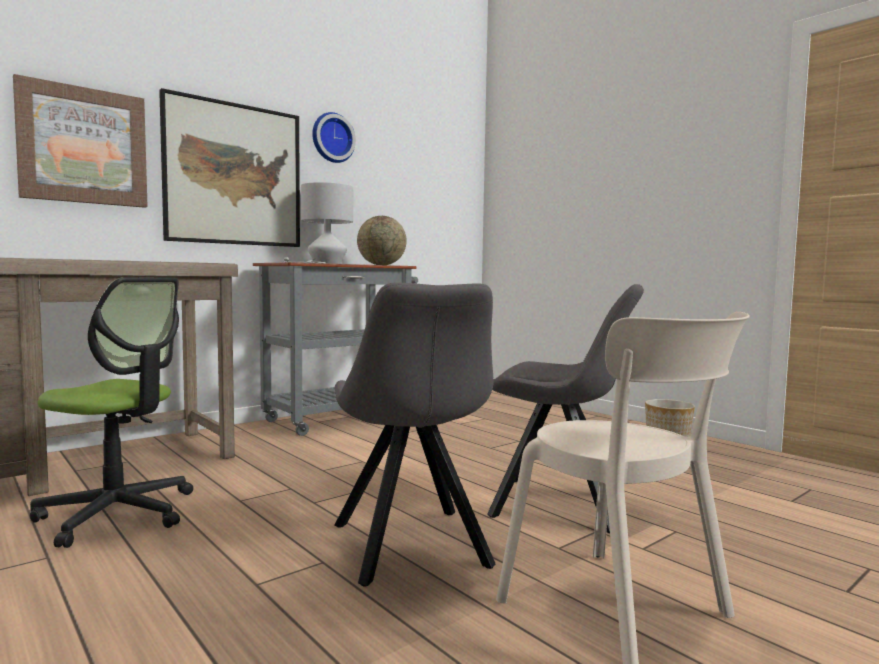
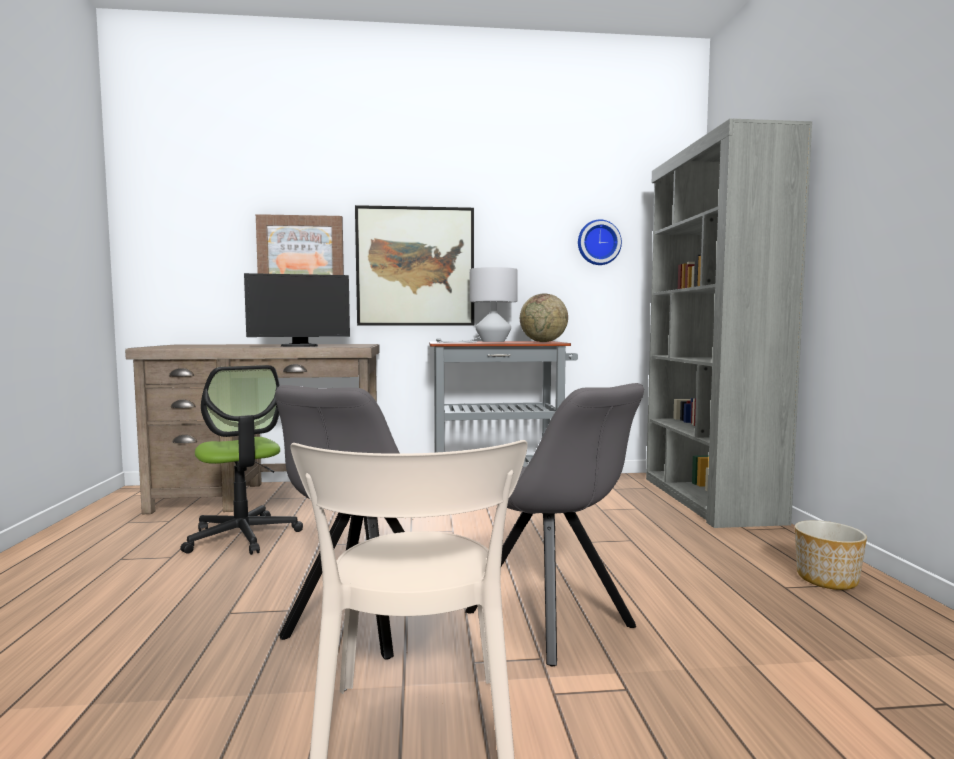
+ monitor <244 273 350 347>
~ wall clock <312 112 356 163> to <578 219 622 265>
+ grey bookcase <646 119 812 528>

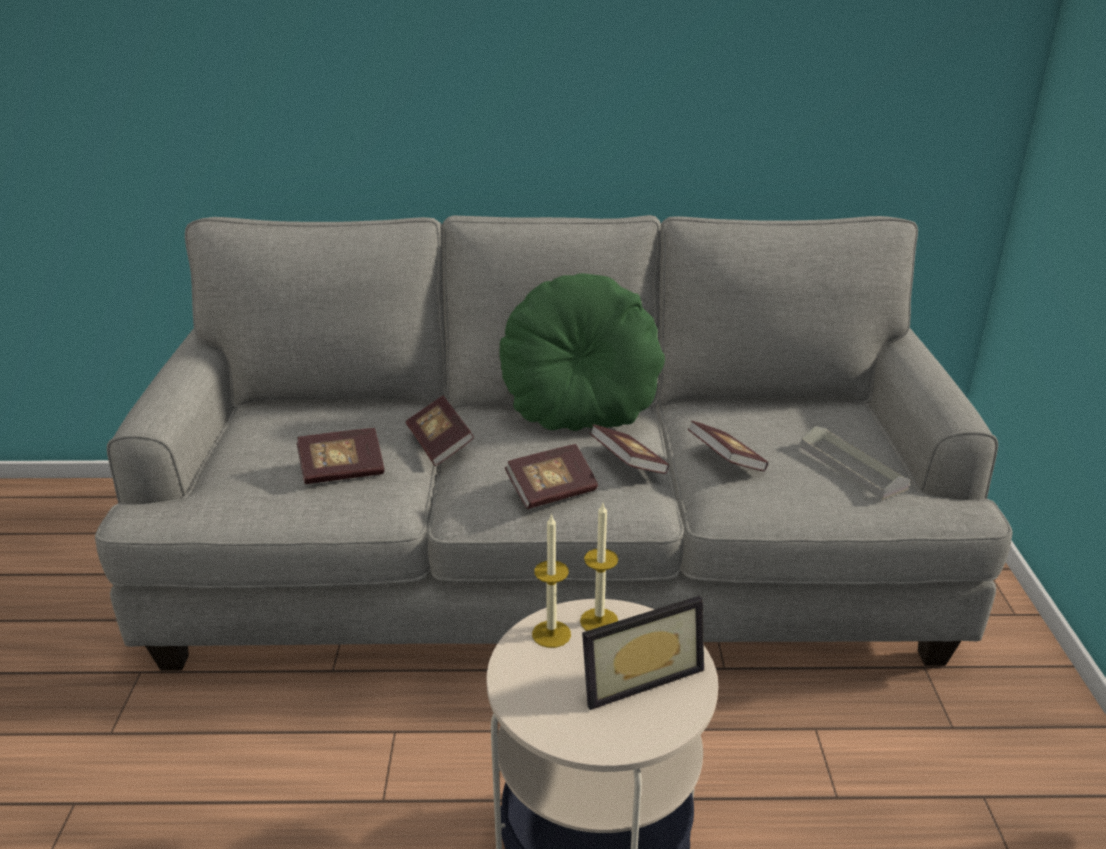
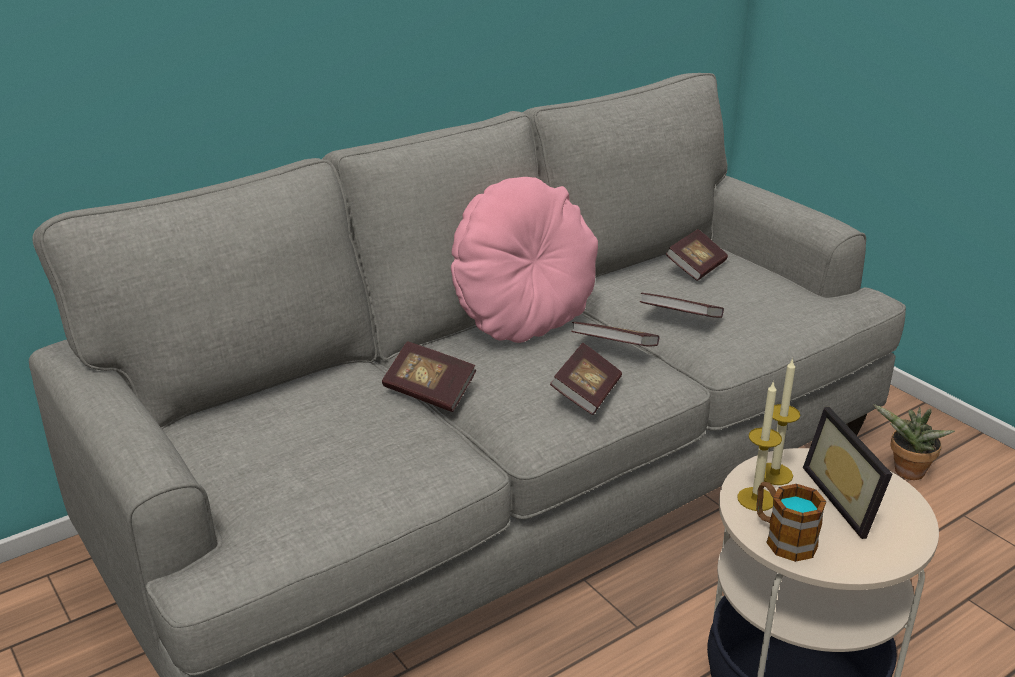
~ green pillow <499 273 665 431> to pink pillow <451 177 598 343>
~ book <297 428 384 484> to <666 229 728 281>
+ mug <756 482 827 562>
~ picture frame <582 596 704 710> = <803 407 892 539> 135 degrees clockwise
+ potted plant <873 404 955 480>
- grey tray <800 426 910 500>

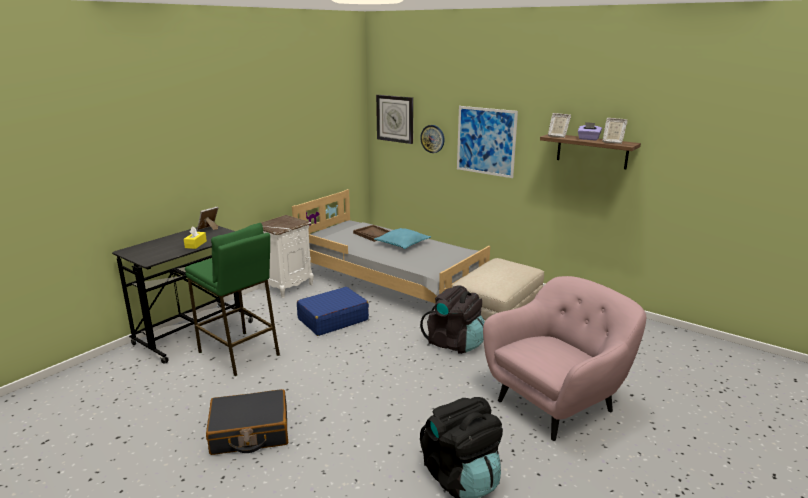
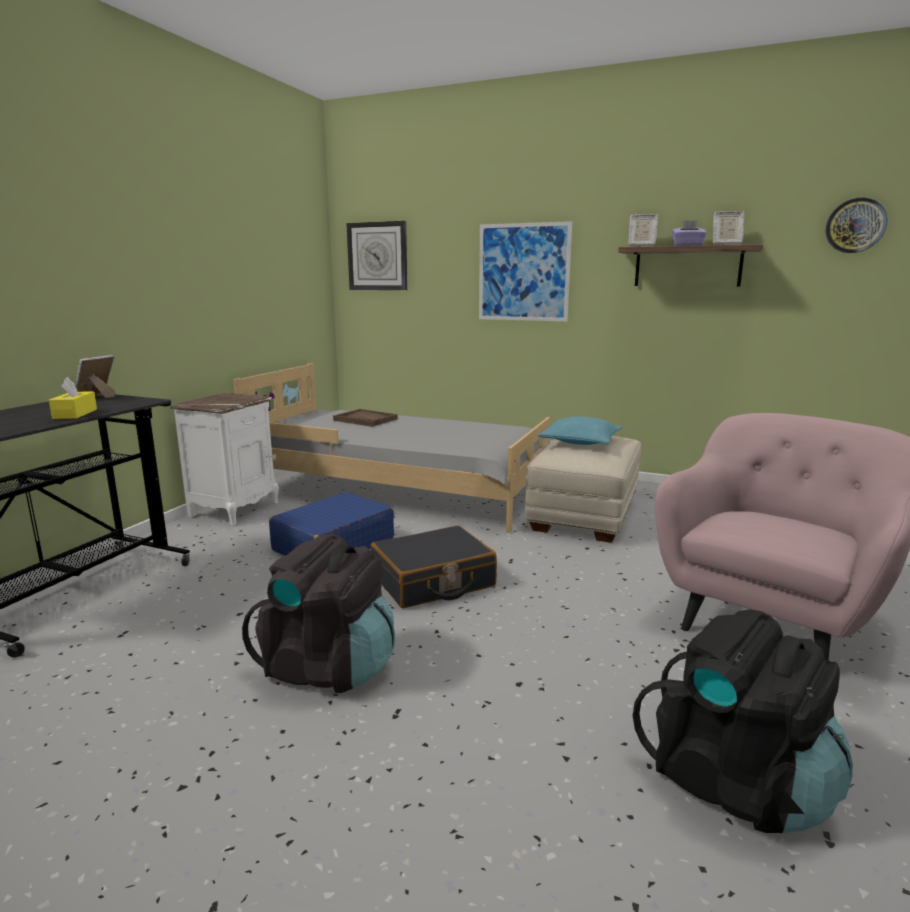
~ black backpack <420 286 485 354> to <242 534 395 693>
~ black suitcase <206 389 288 455> to <371 526 497 608>
~ turquoise pillow <374 228 431 249> to <538 416 622 445>
~ wall clock <420 125 445 153> to <826 198 887 253>
- green stool <185 223 280 376>

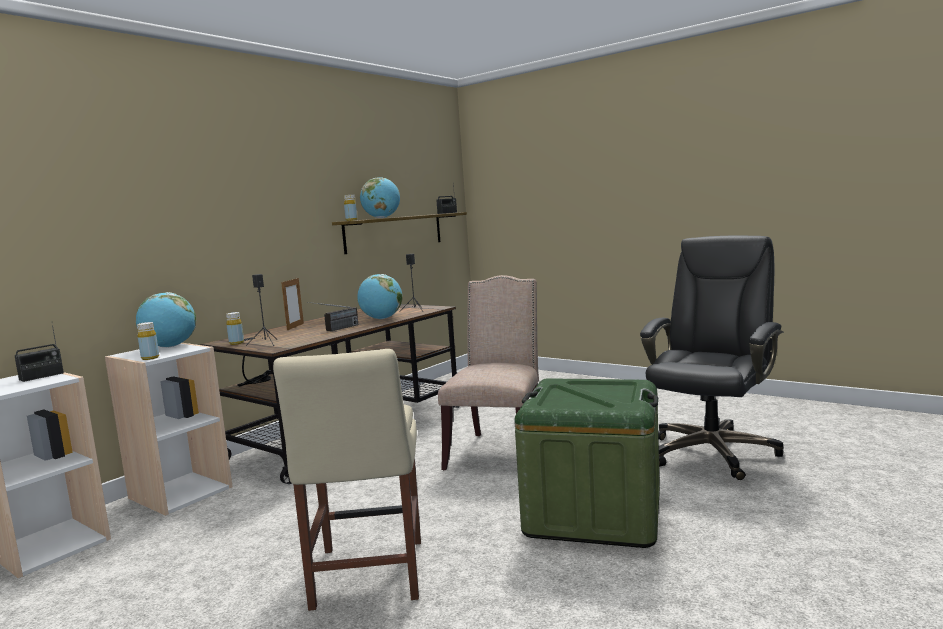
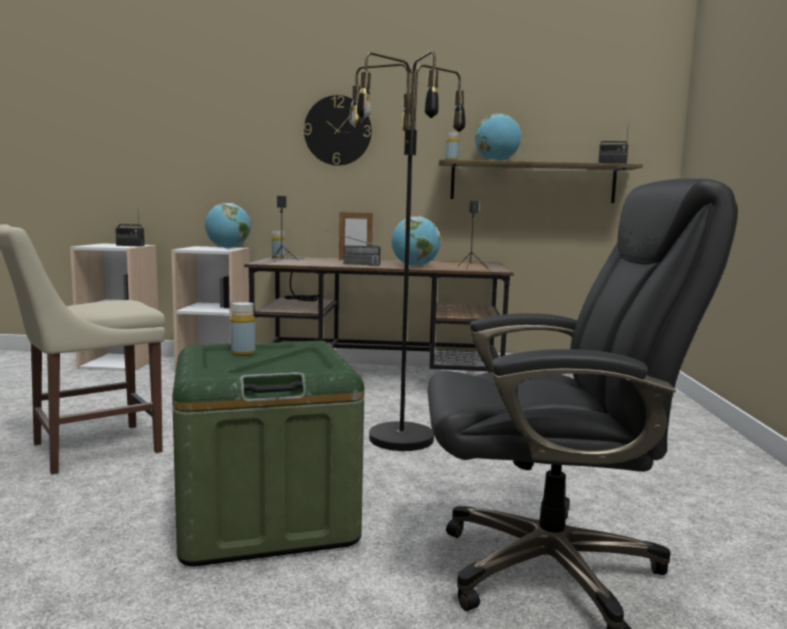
~ yellow bottle <137 322 159 360> to <231 302 255 356>
+ wall clock <304 95 372 166>
~ beige chair <438 275 539 470> to floor lamp <349 50 466 451>

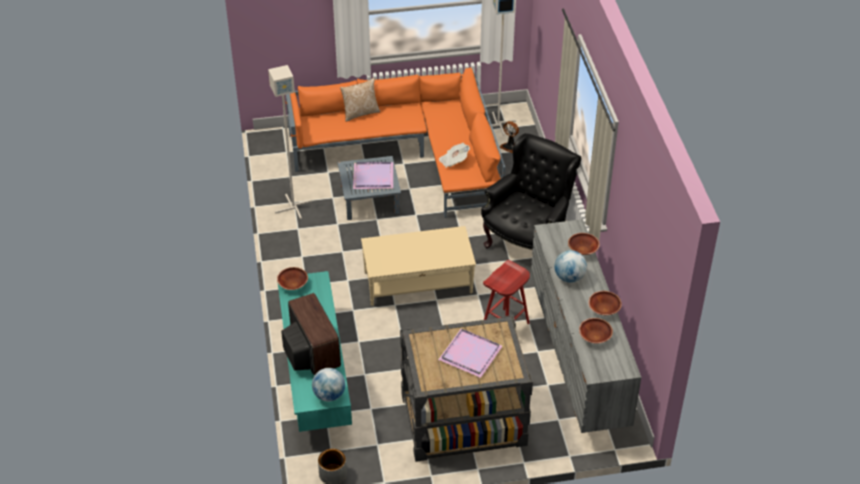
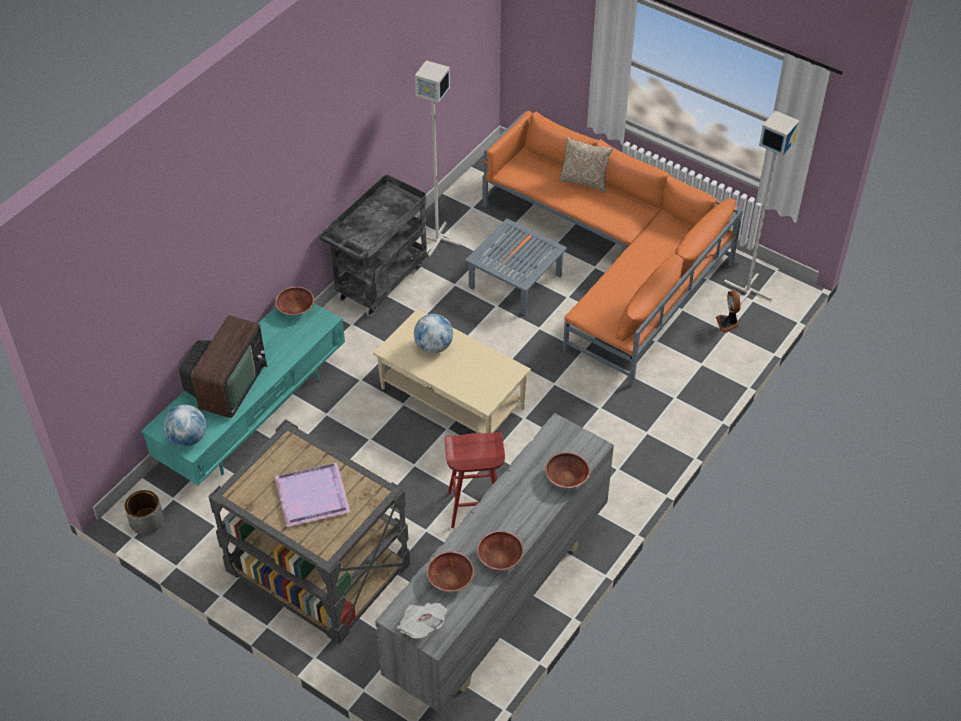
+ black cart <319 175 427 316>
~ newspaper <439 143 470 168> to <397 603 447 638>
~ globe <554 250 587 282> to <414 314 453 353>
- purple tray <353 162 393 189>
- black armchair <481 133 581 250>

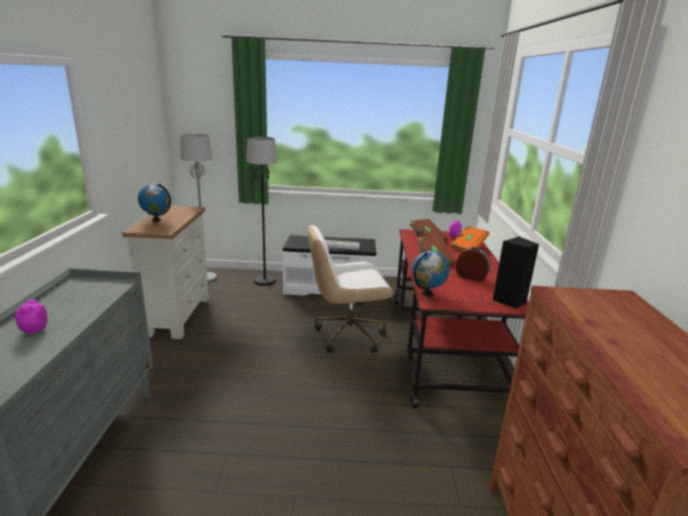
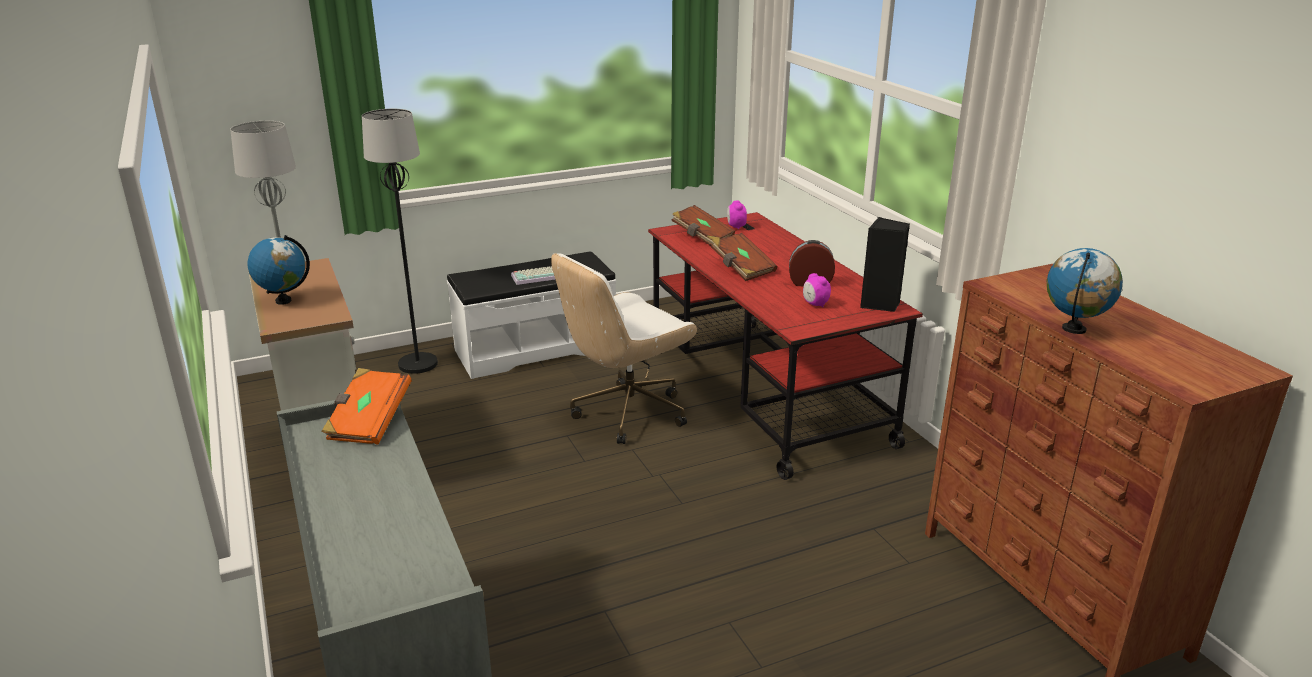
~ orange book <450 226 489 251> to <321 368 412 444>
~ alarm clock <15 300 47 336> to <803 273 831 307>
~ globe <412 251 450 297> to <1047 248 1123 334>

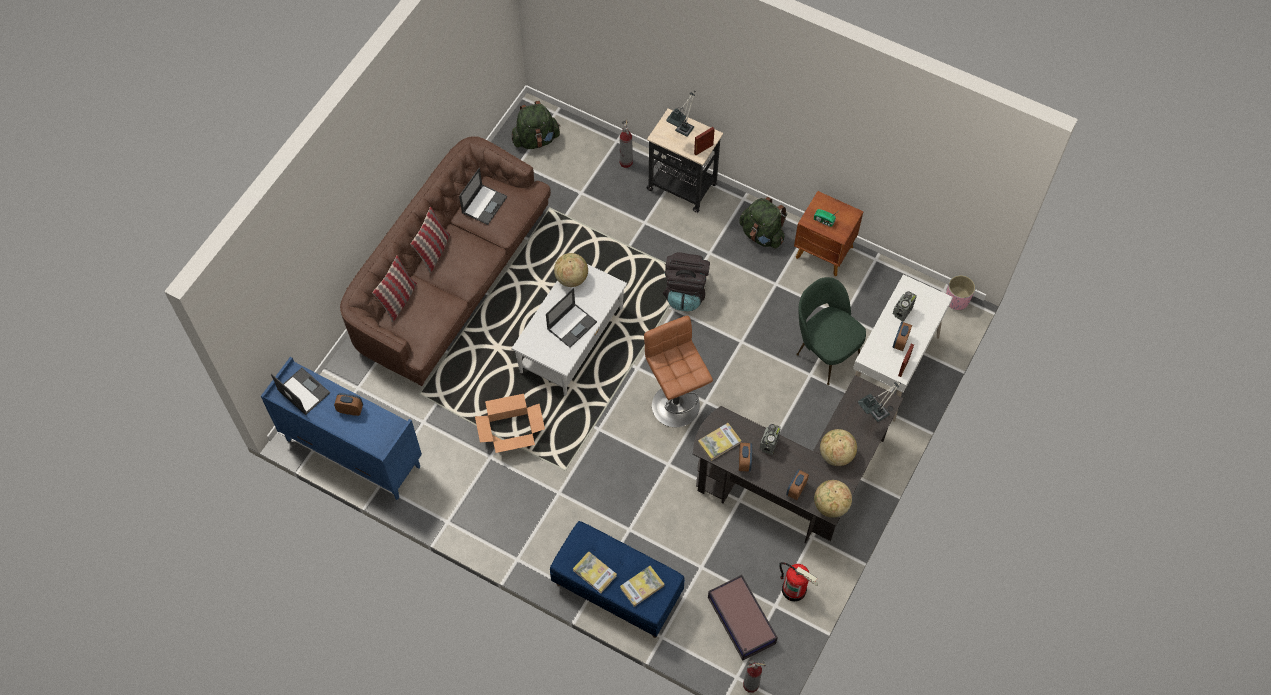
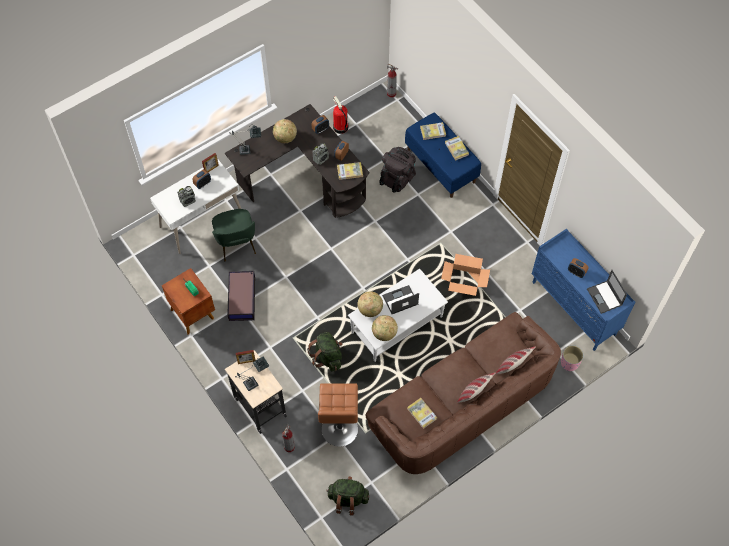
~ storage box <708 575 778 661> to <227 271 255 321>
~ green backpack <739 197 787 249> to <307 332 342 372>
~ brown stool <644 316 713 427> to <318 383 358 447>
~ globe <814 480 852 518> to <358 291 383 317>
~ black backpack <663 252 710 312> to <379 147 416 193>
~ laptop <459 168 507 225> to book <407 398 437 429>
~ pink planter <946 275 975 310> to <561 345 583 371>

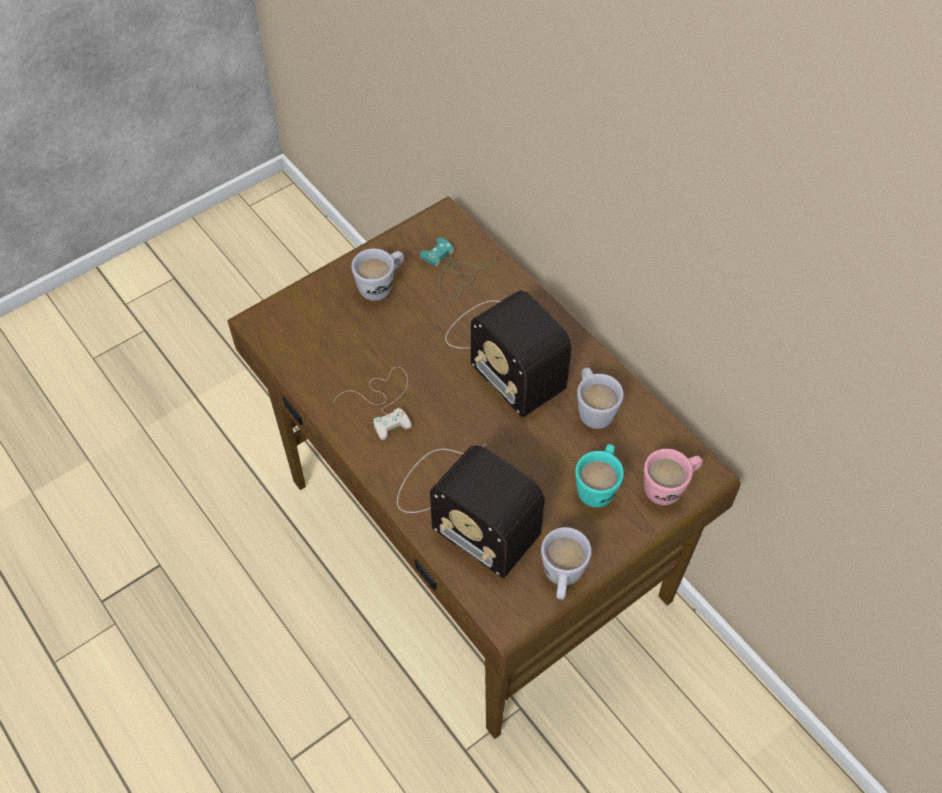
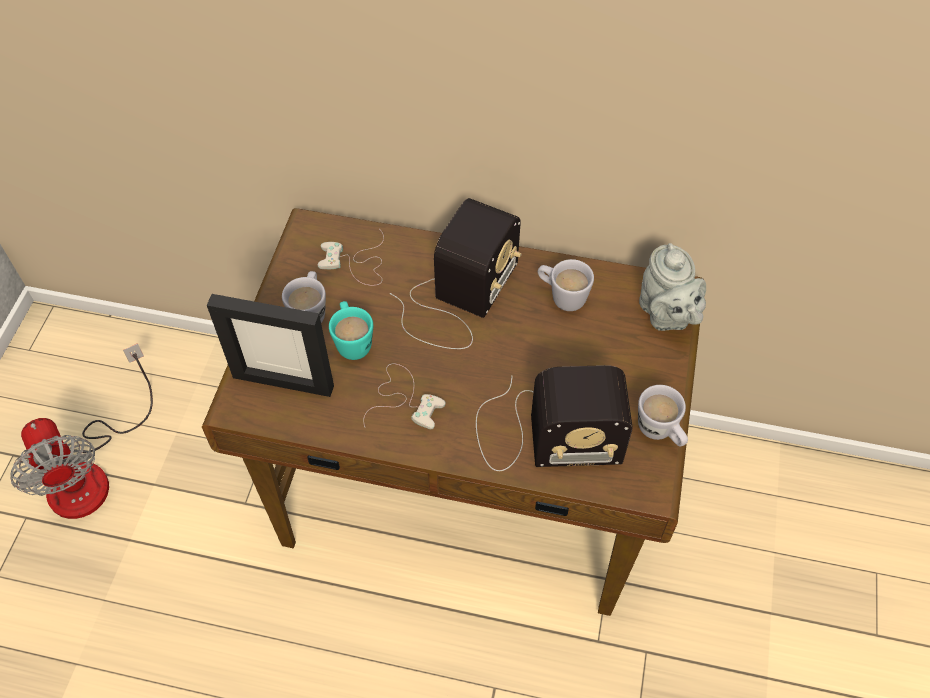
+ fan <10 343 153 519>
+ picture frame <207 294 334 397>
~ turquoise game controller <419 237 496 299> to white game controller <318 229 384 286>
~ turquoise mug <575 444 624 508> to <329 301 373 360>
~ radio <445 290 572 417> = <390 198 521 349> 75 degrees counterclockwise
~ pink mug <644 449 703 505> to grey teapot <639 243 706 331>

